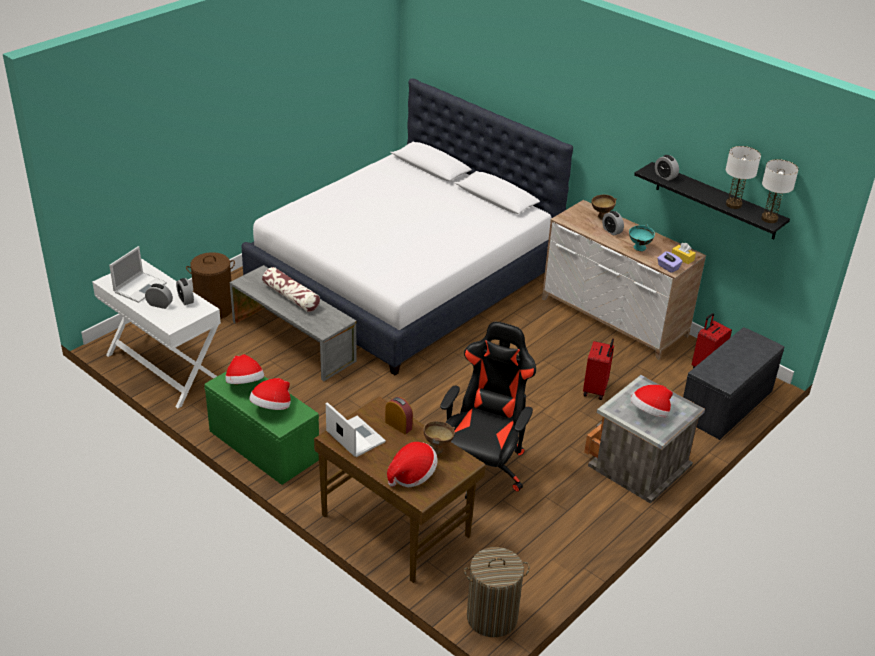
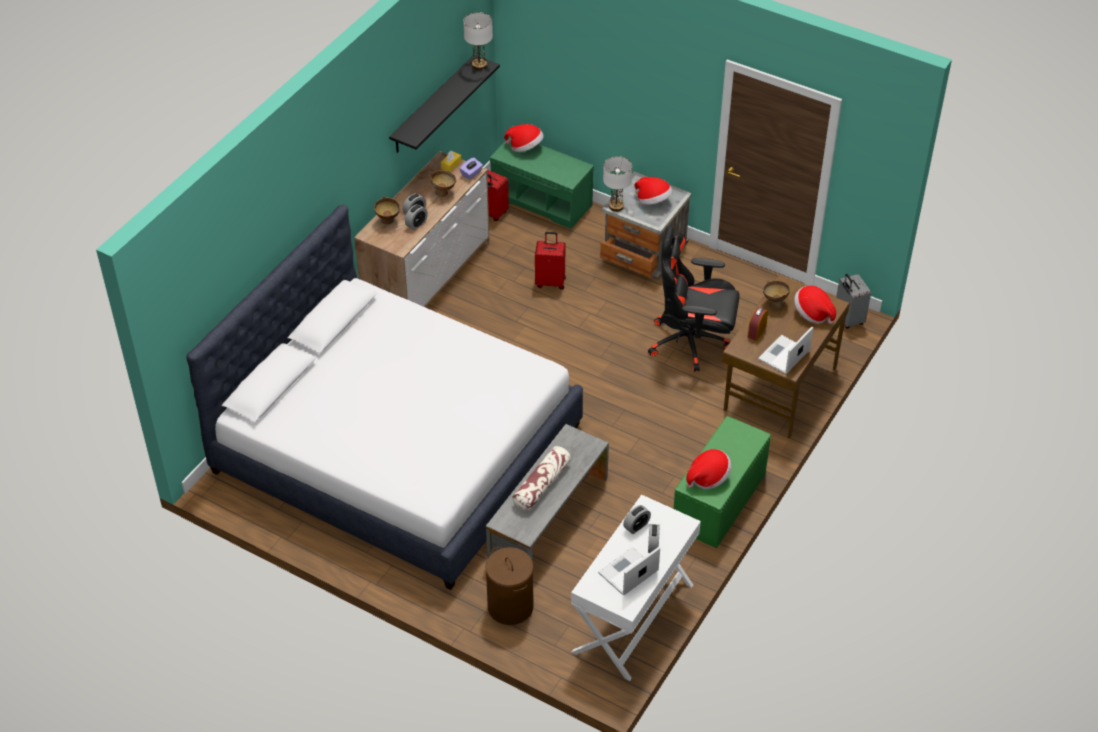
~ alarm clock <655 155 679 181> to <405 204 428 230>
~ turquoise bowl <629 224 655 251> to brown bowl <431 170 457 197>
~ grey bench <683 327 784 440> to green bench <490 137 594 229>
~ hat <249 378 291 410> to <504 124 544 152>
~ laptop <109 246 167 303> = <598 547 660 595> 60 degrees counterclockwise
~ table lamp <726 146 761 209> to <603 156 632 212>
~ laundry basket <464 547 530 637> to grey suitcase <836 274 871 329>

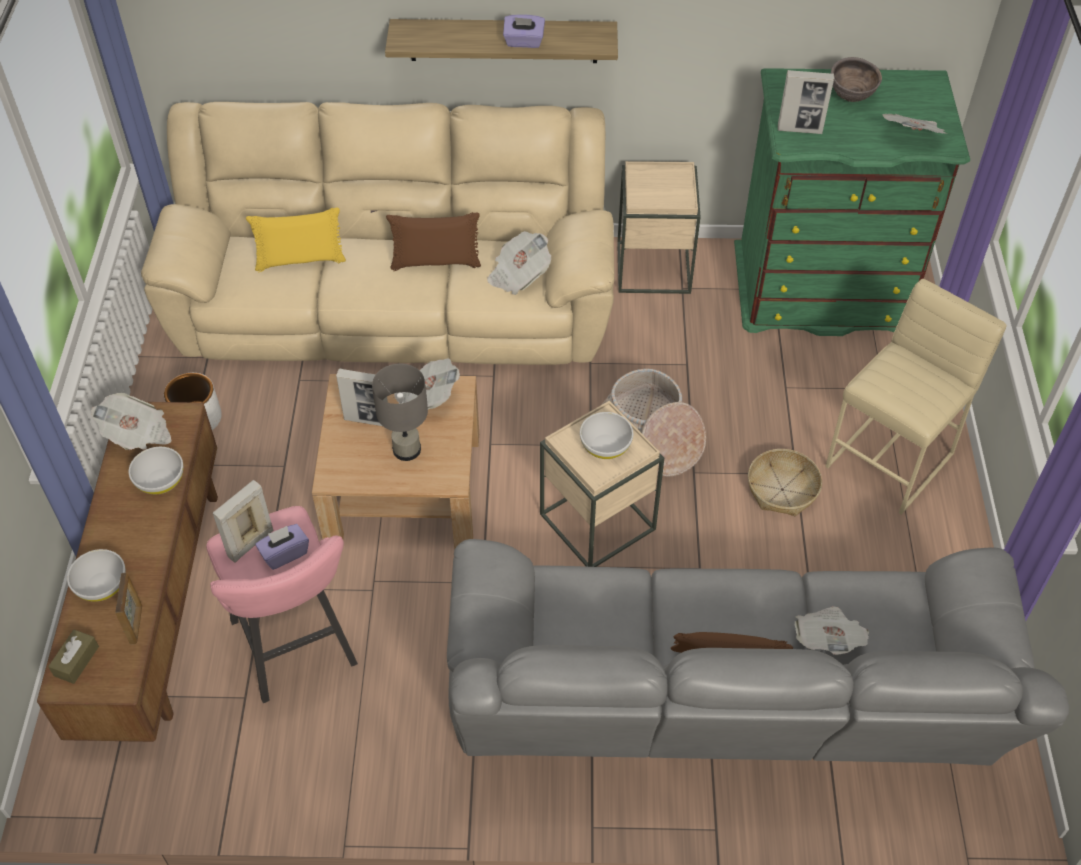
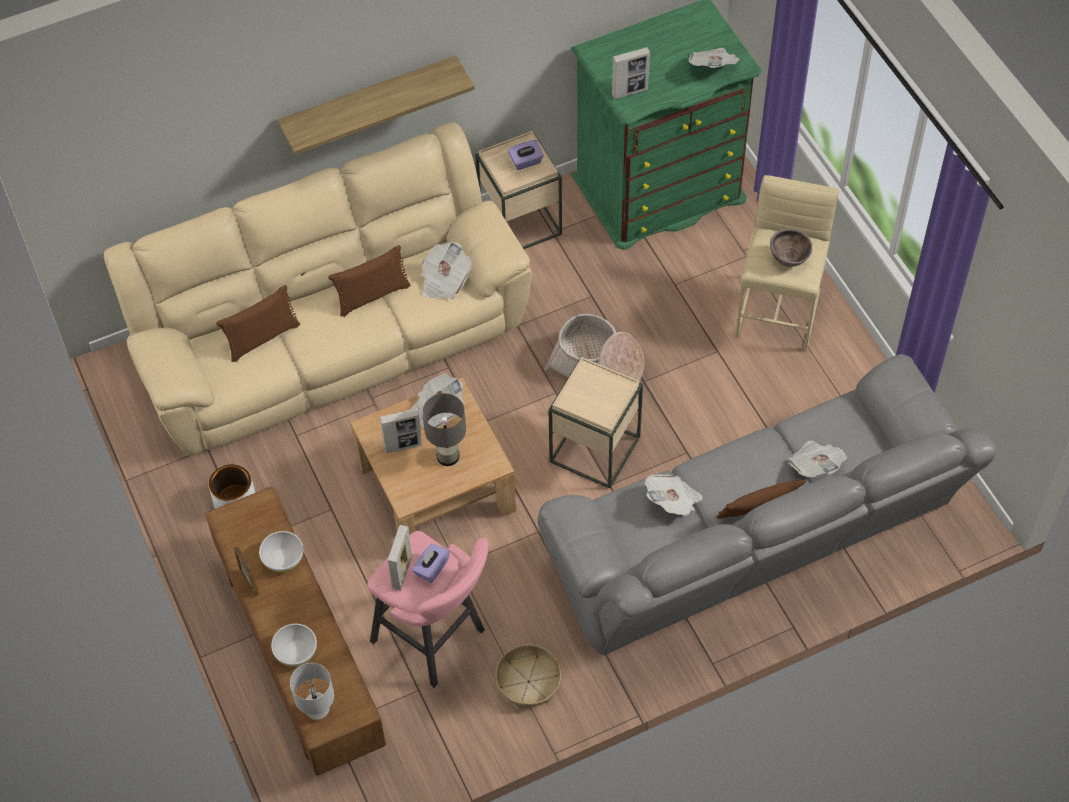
~ yellow pillow <246 207 346 273> to brown pillow <216 285 300 362>
~ picture frame <115 573 142 644> to <233 546 259 596>
~ brown tissue box <48 630 99 684> to grey table lamp <290 663 334 720>
~ basket <748 449 822 516> to <495 645 561 708>
~ purple tissue box <503 14 545 48> to <508 140 544 170>
~ newspaper <91 393 172 450> to <645 474 703 516>
~ brown bowl <831 57 882 102> to <770 228 812 267>
- white bowl <580 412 633 459>

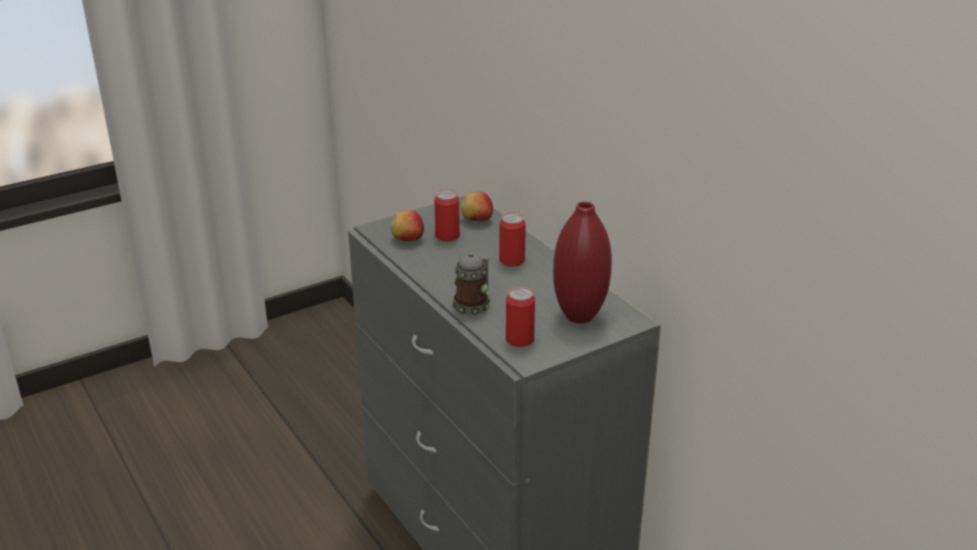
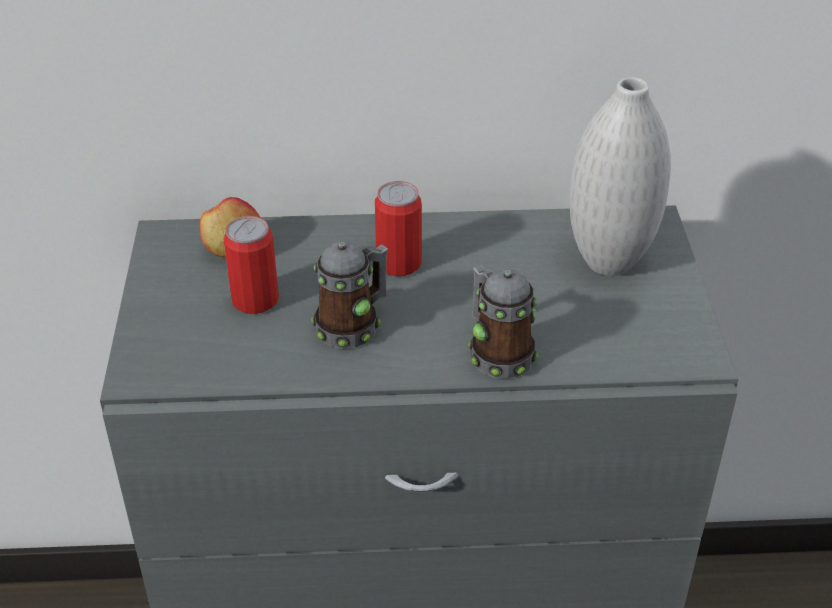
+ mug <311 241 388 349>
~ red vase <553 201 612 324> to white vase <570 77 671 276>
- apple <391 210 424 241>
- can <506 286 535 347>

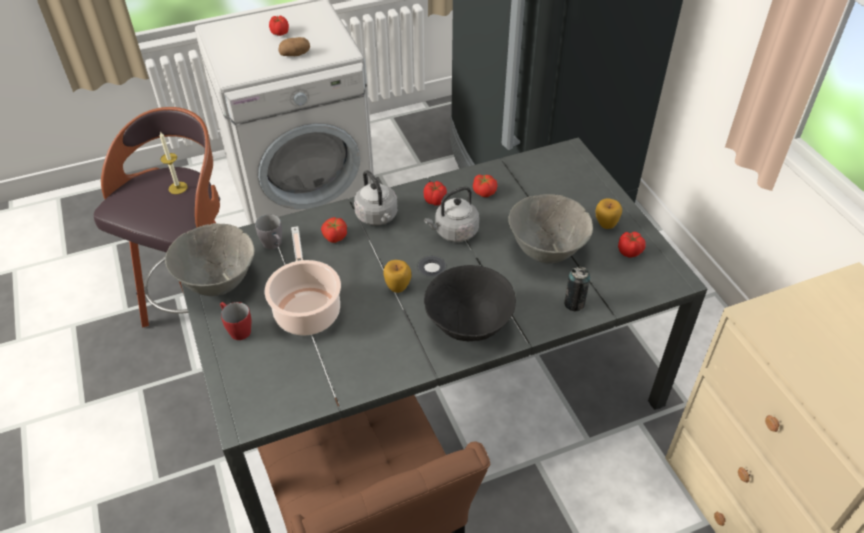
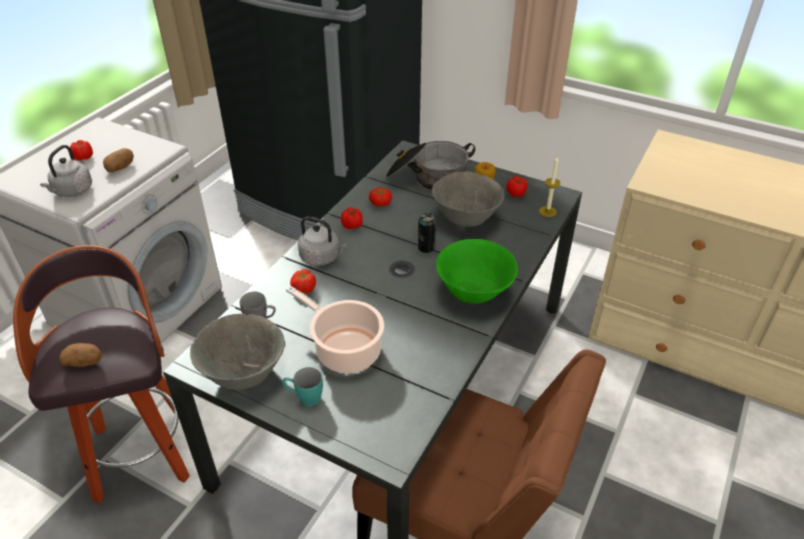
~ grey kettle <424 186 479 242> to <40 145 92 197>
+ potato <59 343 102 367>
~ red mug <220 302 251 340> to turquoise mug <282 367 323 406>
+ cooking pot <386 141 475 190>
~ can <564 266 590 311> to <418 213 436 253>
~ black bowl <424 265 516 341> to green bowl <436 239 518 304>
~ candle <160 131 188 194> to <539 157 561 217>
- apple <383 260 412 293>

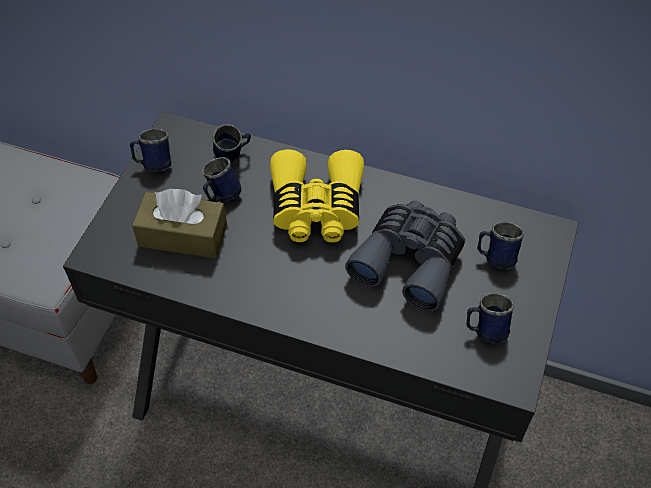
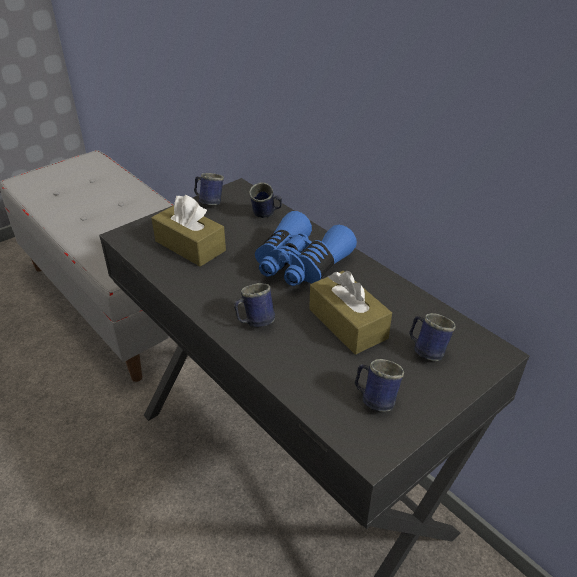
~ blue mug <202 157 241 203> to <234 283 275 327>
~ yellow binoculars <270 149 364 242> to blue binoculars <255 211 357 286>
~ grey binoculars <345 201 465 311> to brown tissue box <309 271 392 355>

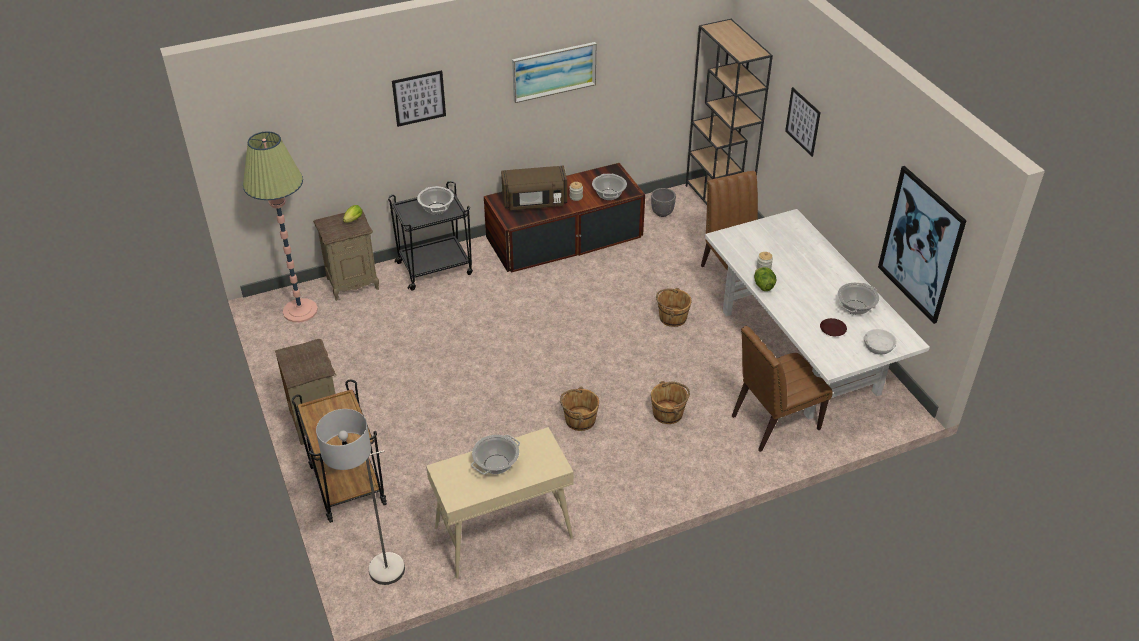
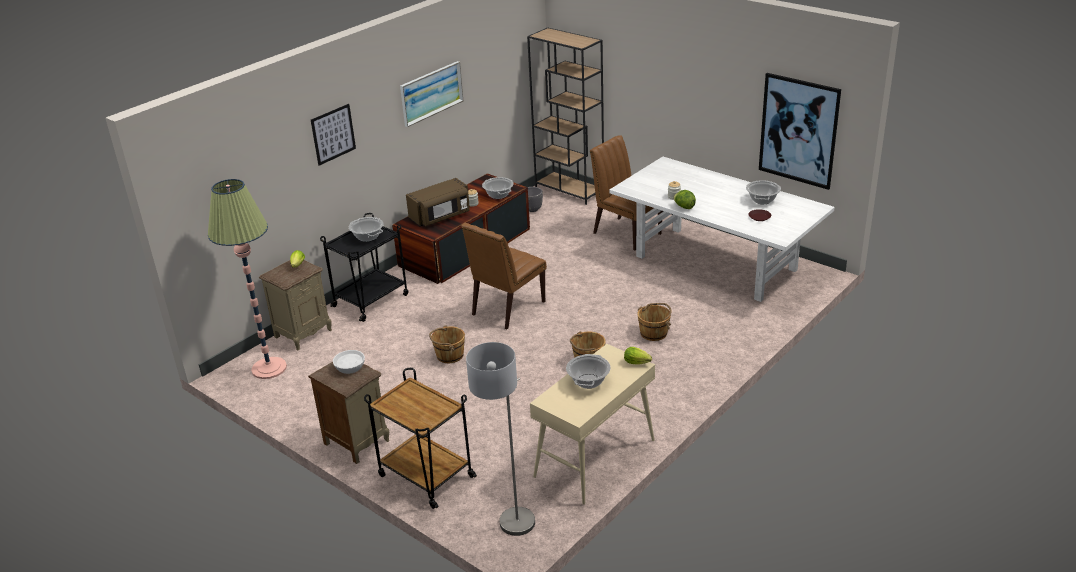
~ white bowl <864 329 897 355> to <333 350 365 374>
~ brown bucket <656 288 692 327> to <429 326 465 363>
~ brown chair <732 326 833 452> to <461 223 547 329>
+ lettuce <624 347 652 365>
- picture <785 87 821 157>

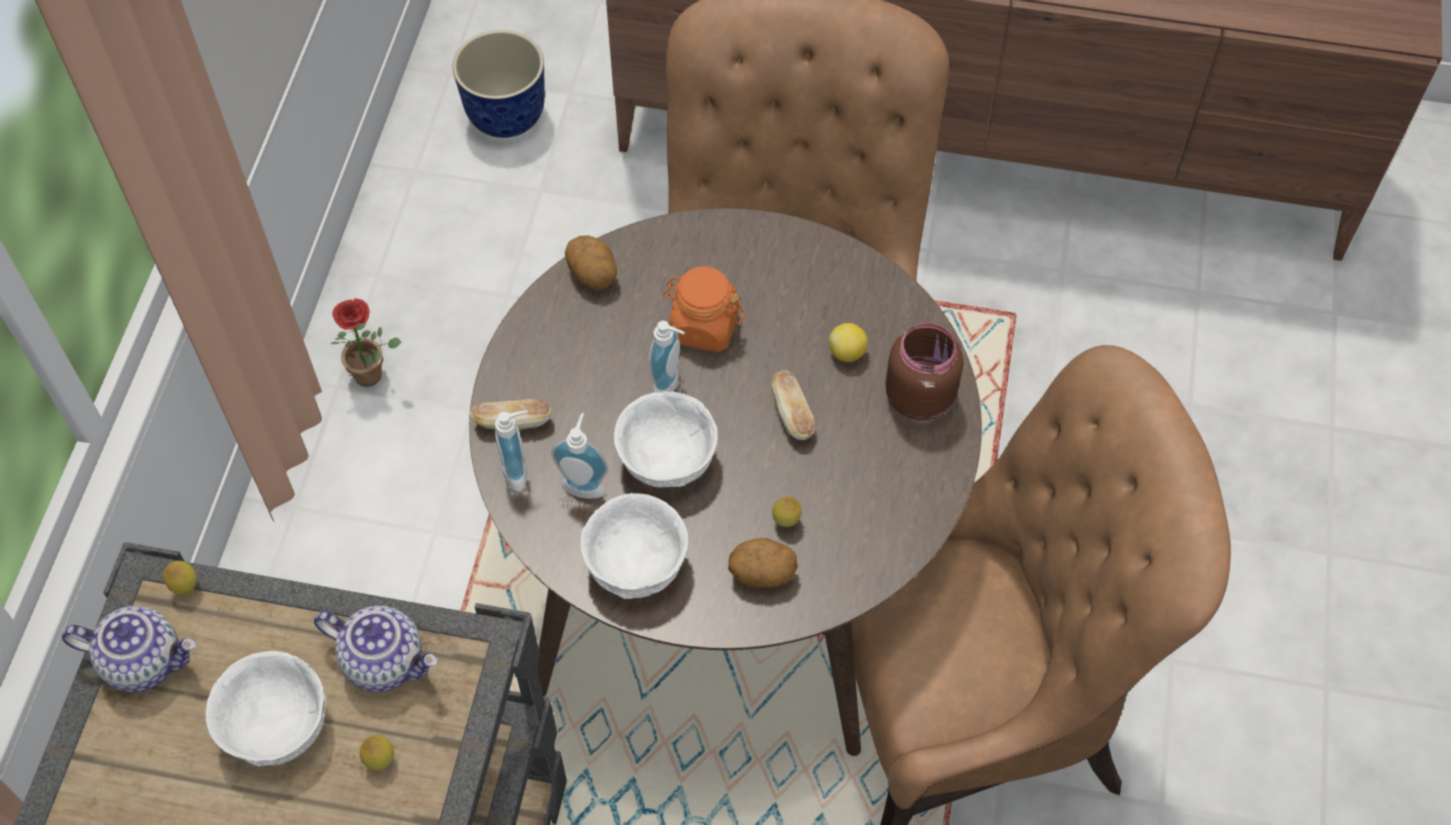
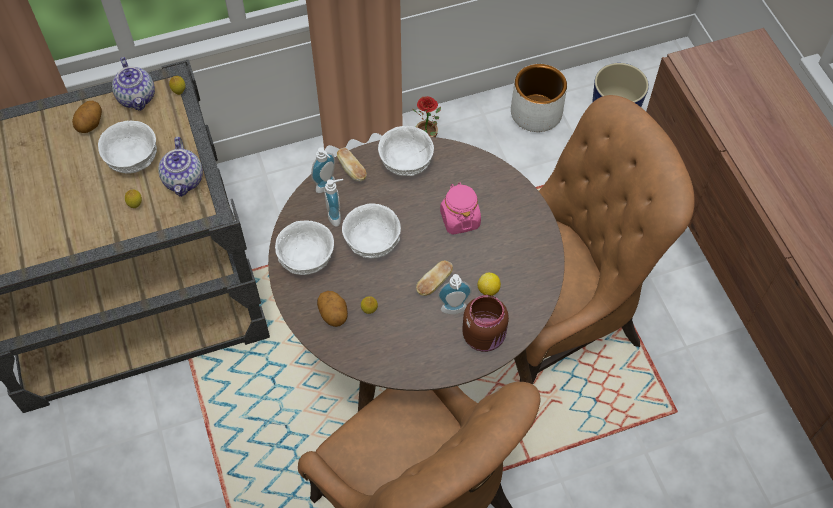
~ potato <565 235 617 290> to <72 101 102 133>
+ white bowl <378 126 434 176>
~ soap dispenser <649 321 685 393> to <438 274 472 314>
~ orange jar <663 266 744 352> to pink jar <440 182 481 235>
+ white planter <511 64 567 132>

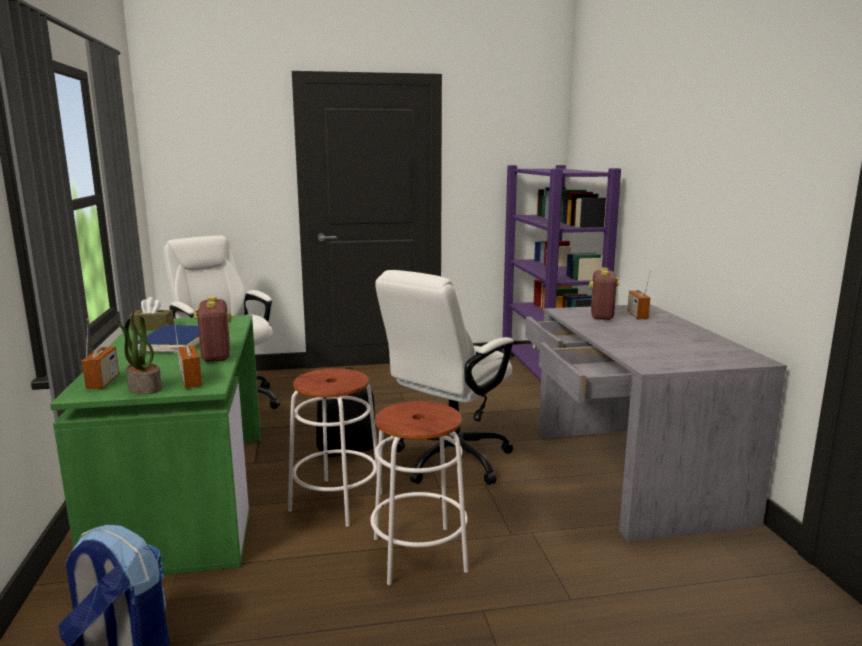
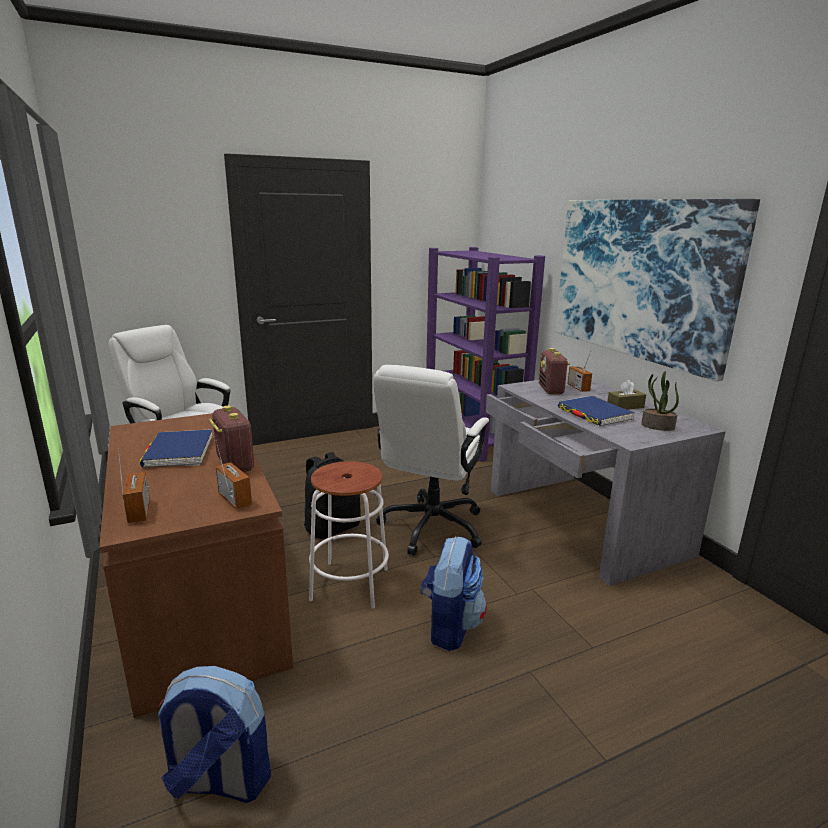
~ green desk <50 315 261 575> to brown desk <99 413 293 718>
~ white stool <370 401 469 585> to backpack <420 536 487 651>
+ picture <555 199 760 381>
+ blue book <558 396 634 426>
~ brown tissue box <129 297 174 331> to <607 380 646 410>
~ potted plant <115 311 162 394> to <641 371 679 431>

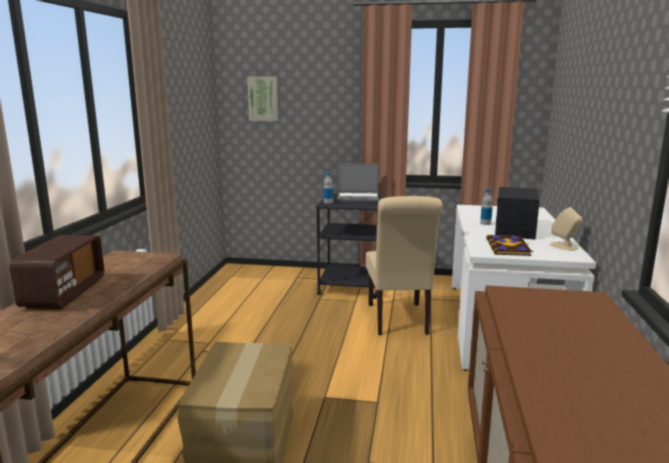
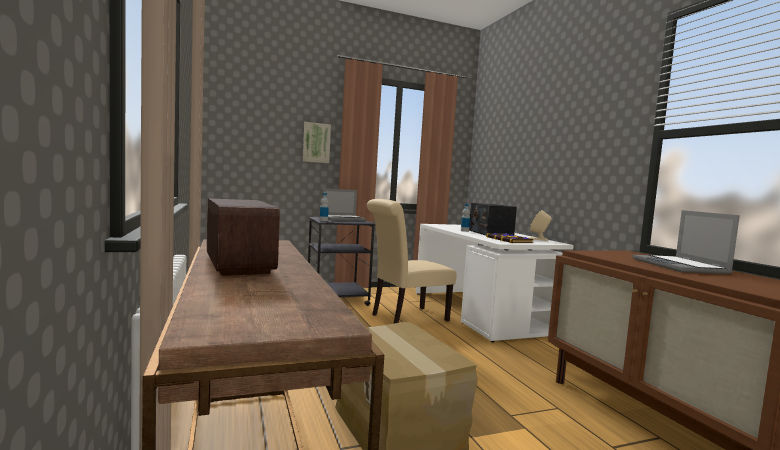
~ picture <247 76 278 121> to <303 122 331 163>
~ beige chair <366 196 443 335> = <367 199 457 324> 90 degrees clockwise
+ laptop <633 210 740 274>

